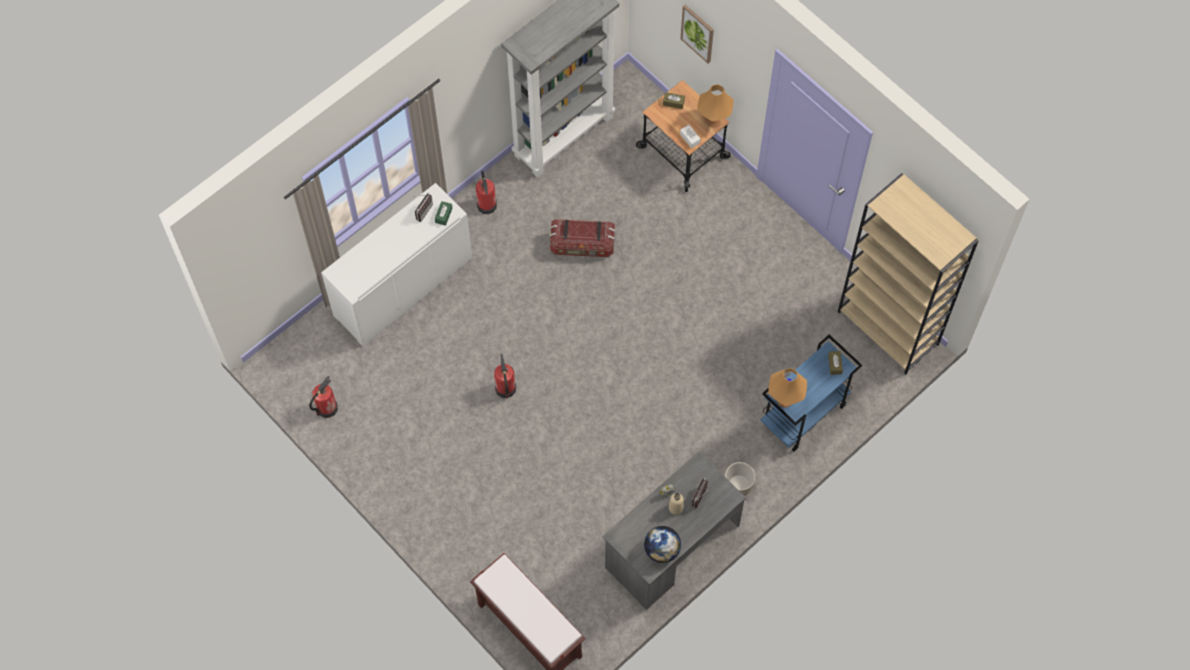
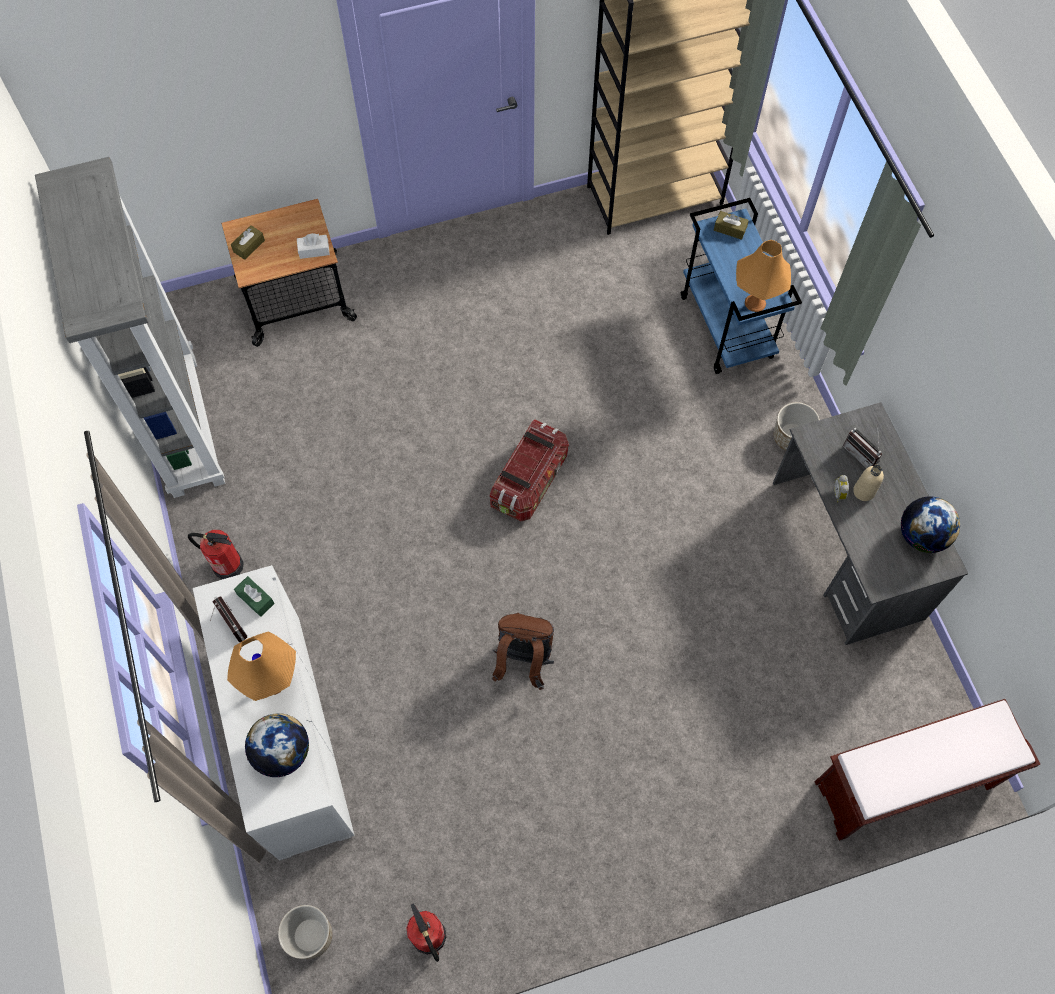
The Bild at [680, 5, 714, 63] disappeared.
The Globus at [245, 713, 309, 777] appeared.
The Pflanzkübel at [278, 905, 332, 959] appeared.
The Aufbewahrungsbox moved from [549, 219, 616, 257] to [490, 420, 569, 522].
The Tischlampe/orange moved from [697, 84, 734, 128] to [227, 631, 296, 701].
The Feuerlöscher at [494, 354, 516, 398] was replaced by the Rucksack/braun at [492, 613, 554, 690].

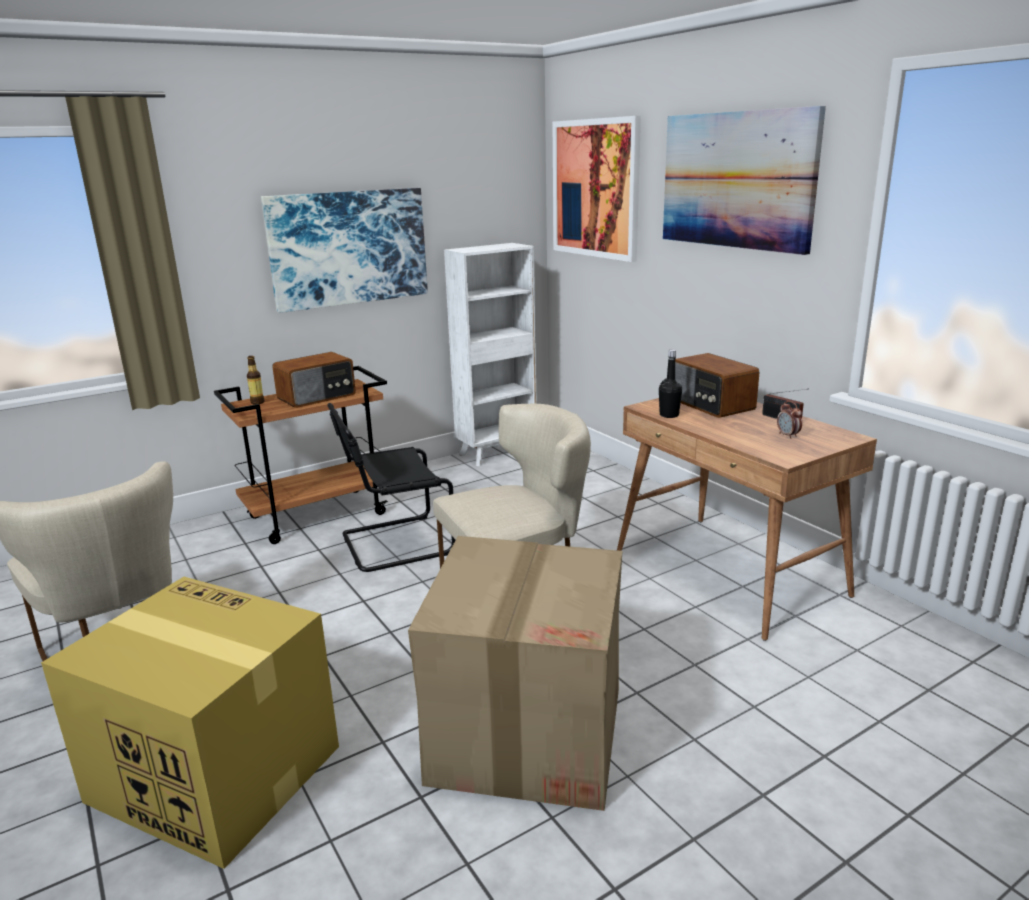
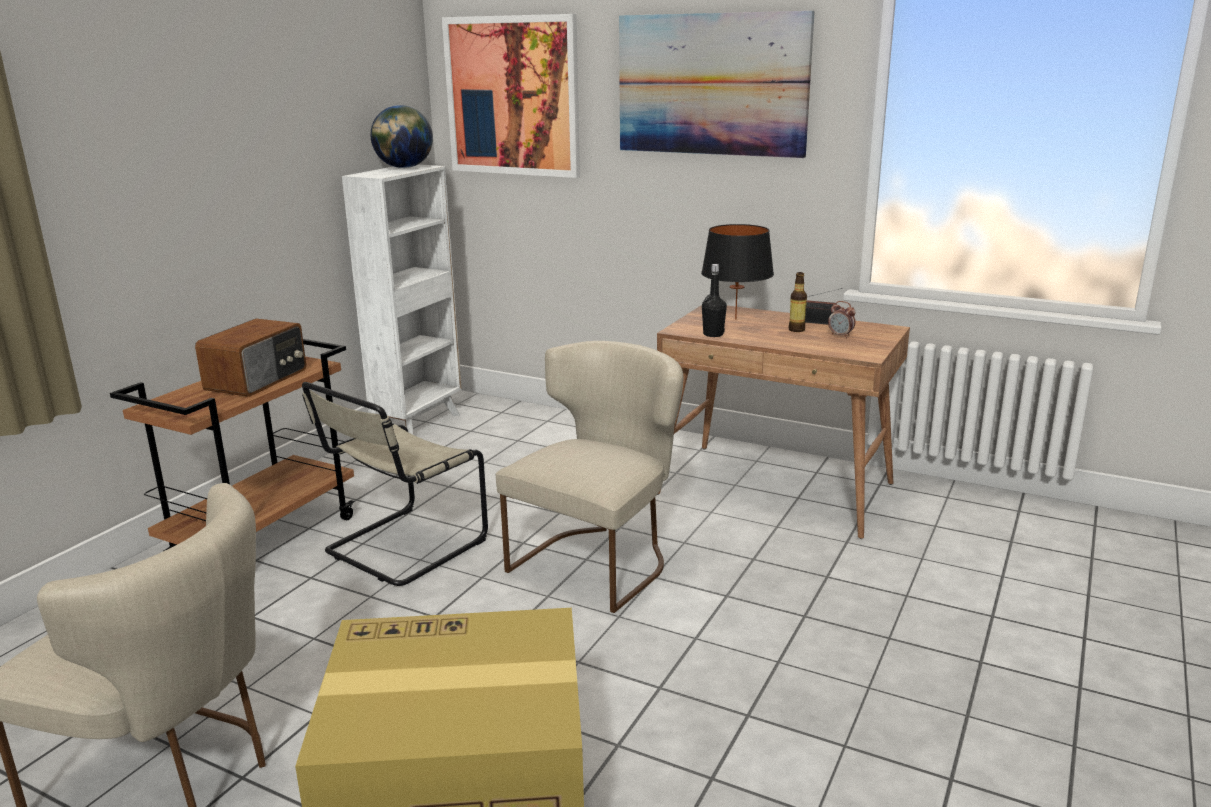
The Bild at [261, 188, 428, 313] disappeared.
The Karton at [408, 536, 622, 811] disappeared.
The Globus at [371, 105, 433, 168] appeared.
The Flasche moved from [247, 356, 265, 405] to [789, 272, 807, 332].
The Radio at [675, 353, 760, 418] was replaced by the Tischlampe/schwarz at [701, 224, 774, 320].
The Stuhl/schwarz at [327, 403, 455, 572] became the Stuhl/beige at [302, 382, 488, 586].

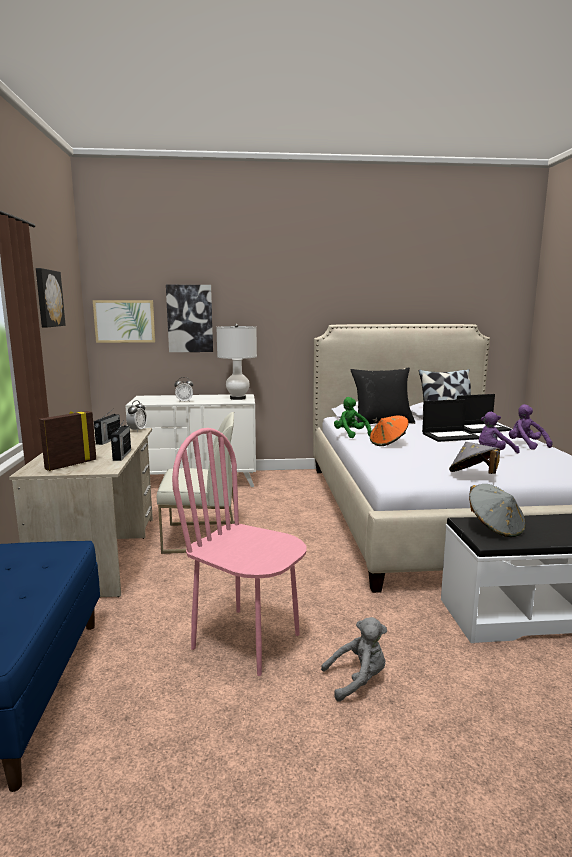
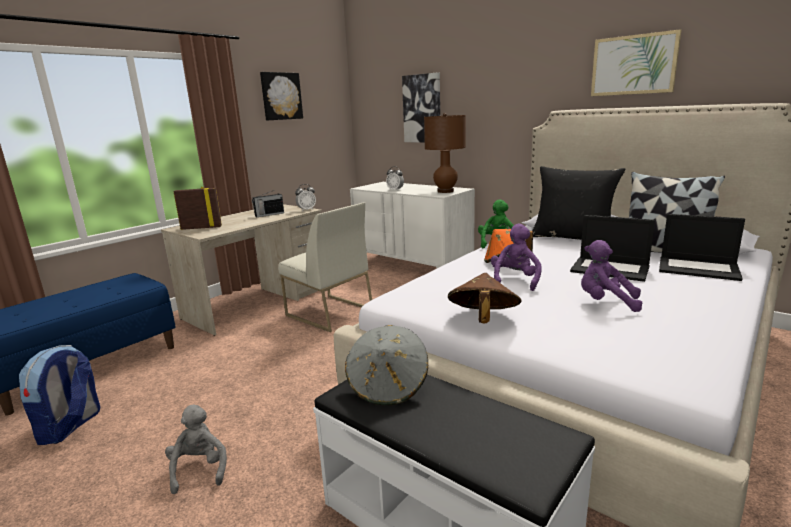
The Radio at [111, 422, 131, 461] disappeared.
The Stuhl/rosa at [172, 428, 307, 676] disappeared.
The Rucksack at [19, 345, 101, 445] appeared.
The Bild moved from [93, 300, 155, 343] to [591, 29, 681, 96].
The Plüschtier/lila moved from [509, 404, 553, 450] to [491, 223, 542, 291].
The Tischlampe/weiß at [216, 324, 257, 400] became the Tischlampe/braun at [424, 113, 466, 193].
The Hut/grau at [449, 442, 500, 474] became the Hut/braun at [448, 273, 522, 324].
The Plüschtier/grau at [321, 617, 387, 702] turned 135 degrees counterclockwise.

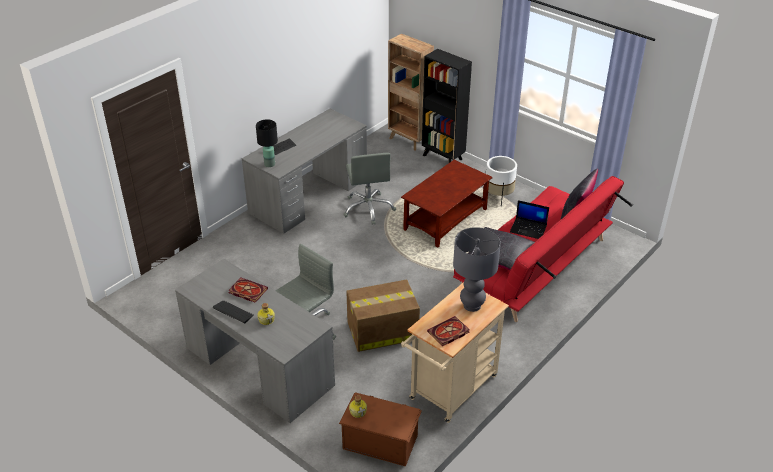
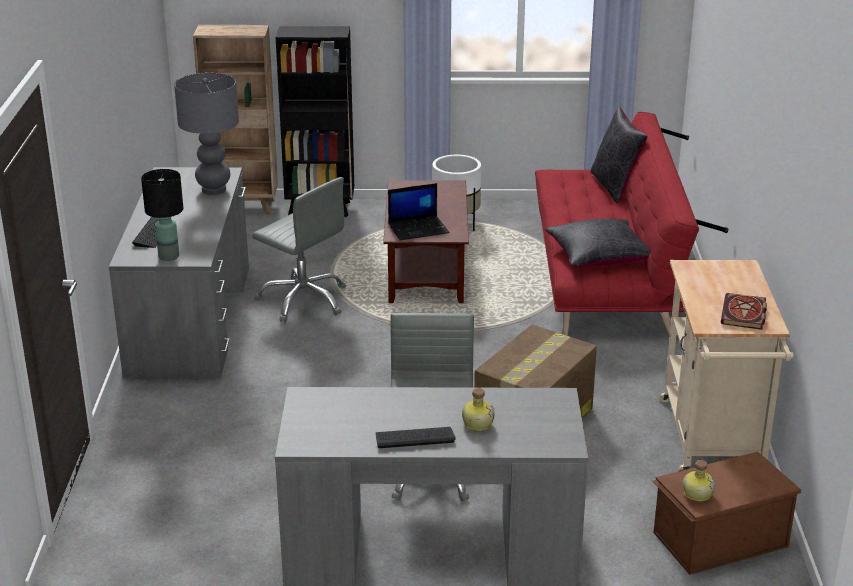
The Buch at [228, 278, 268, 303] disappeared.
The Tischlampe/grau moved from [453, 227, 501, 312] to [174, 73, 239, 195].
The Laptop moved from [510, 200, 549, 239] to [388, 183, 449, 240].

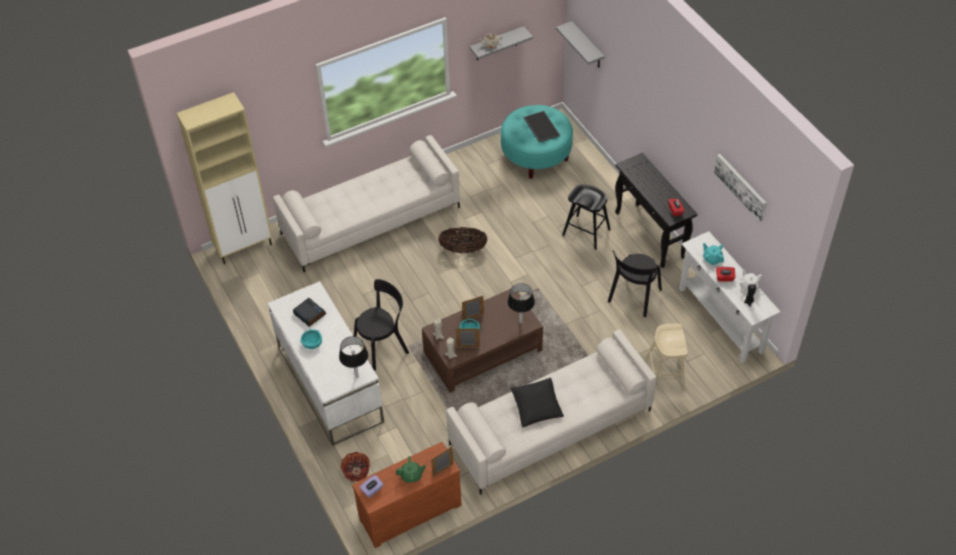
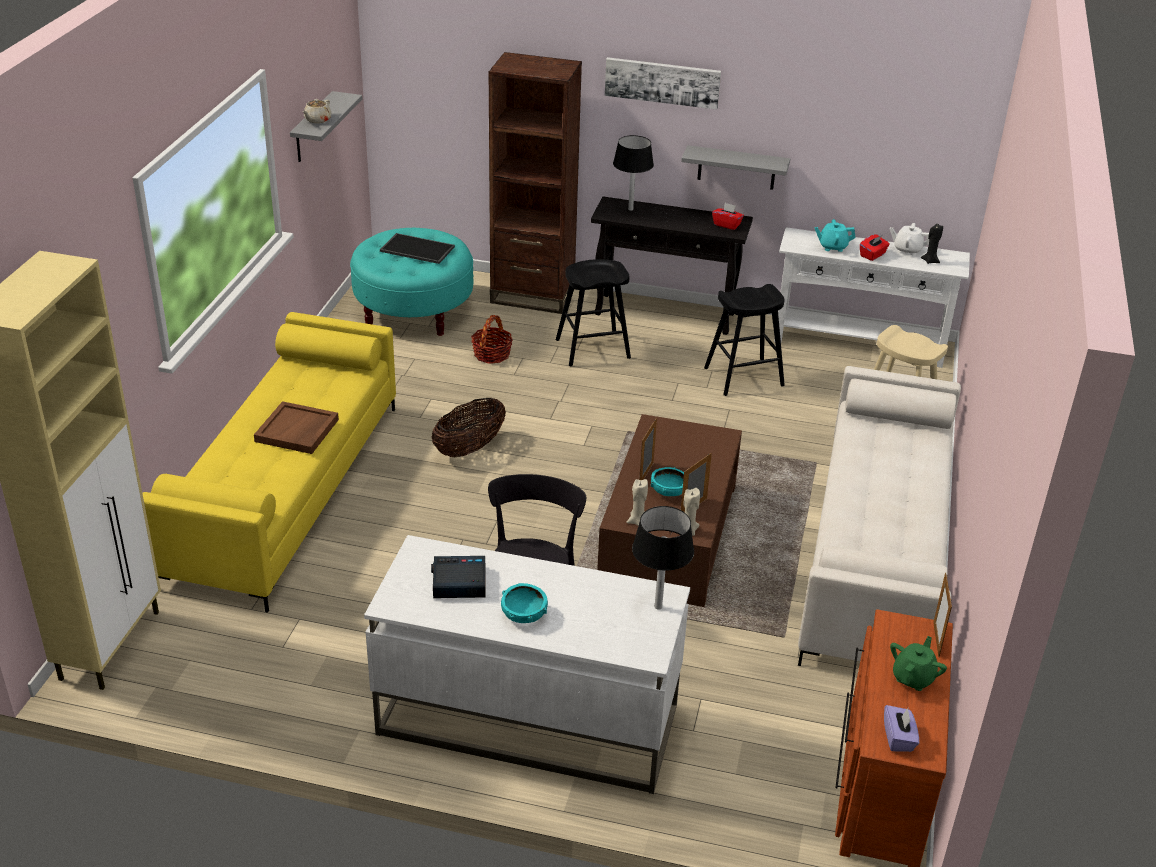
The Kissen/schwarz at [510, 378, 564, 428] disappeared.
The Tablett/braun at [254, 401, 339, 454] appeared.
The Bücherregal/braun at [489, 52, 582, 314] appeared.
The Korb moved from [340, 452, 370, 481] to [471, 315, 513, 364].
The Tischlampe/schwarz moved from [508, 283, 535, 324] to [613, 135, 654, 211].
The Wandregal/grau moved from [556, 21, 605, 68] to [681, 145, 790, 190].
The Bild moved from [714, 154, 766, 221] to [605, 57, 721, 110].
The Stuhl/schwarz at [608, 250, 662, 317] was replaced by the Hocker/schwarz at [704, 284, 785, 396].
The Sofa/weiß at [273, 135, 460, 272] became the Sofa/gelb at [142, 312, 396, 613].

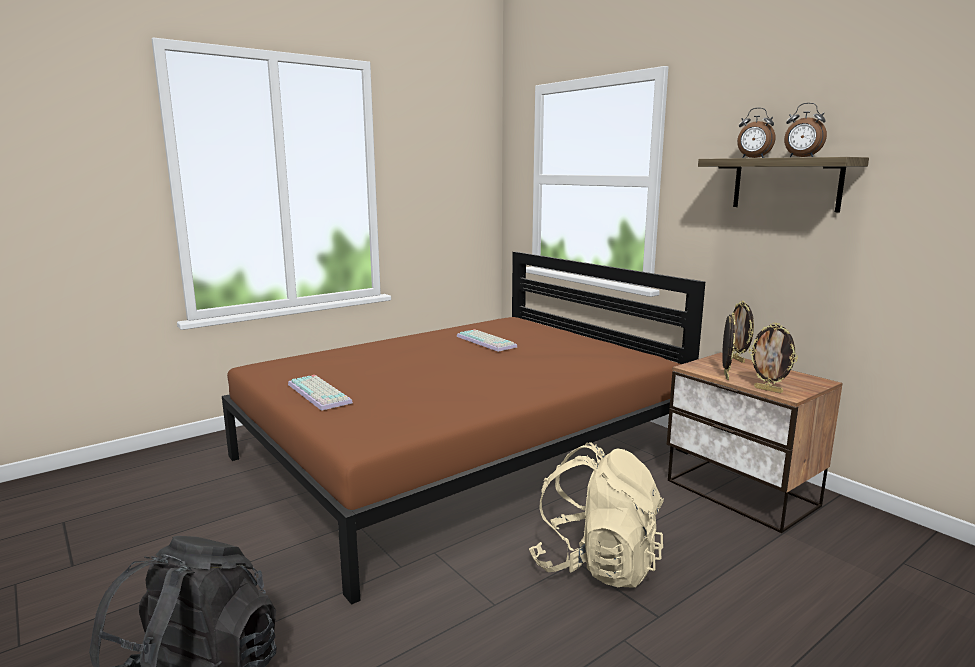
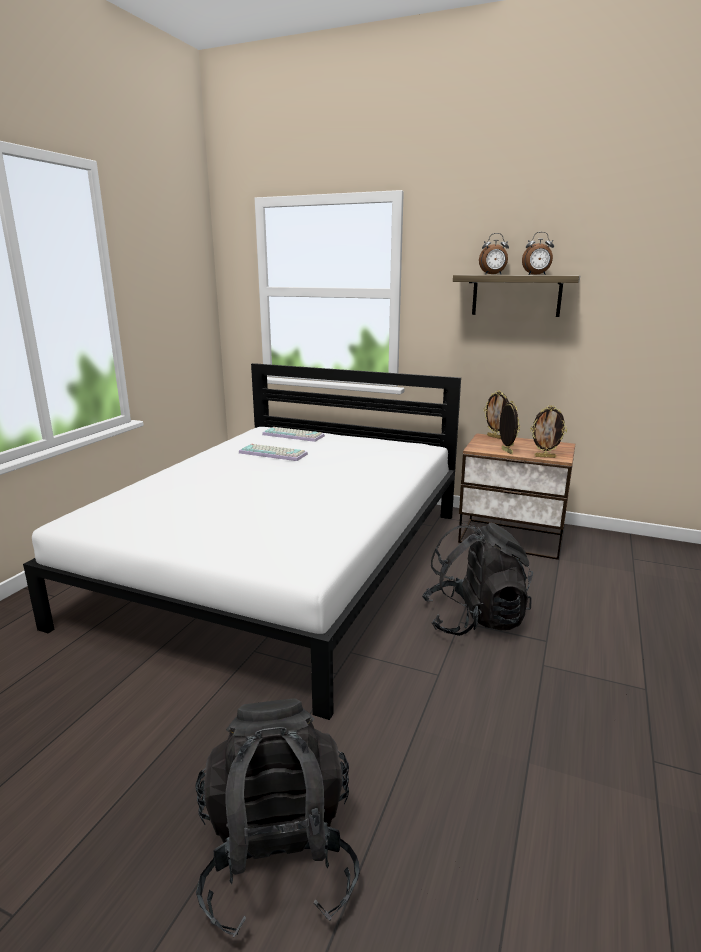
The Tastatur moved from [288, 375, 353, 411] to [262, 427, 325, 442].
The Bett/braun at [222, 251, 705, 605] became the Bett/weiß at [23, 363, 461, 720].
The Rucksack/beige at [529, 442, 664, 588] became the Rucksack/schwarz at [422, 523, 533, 636].

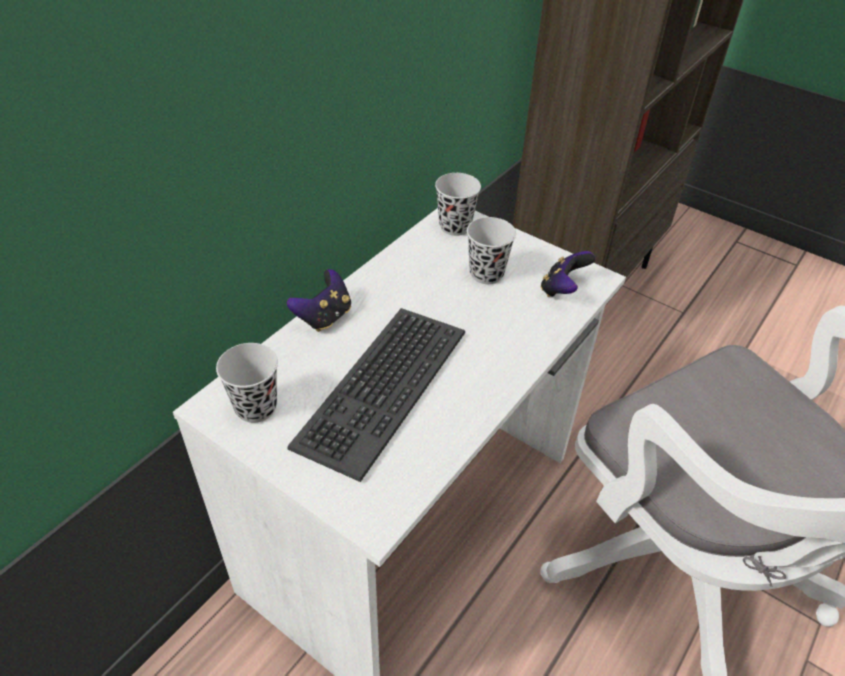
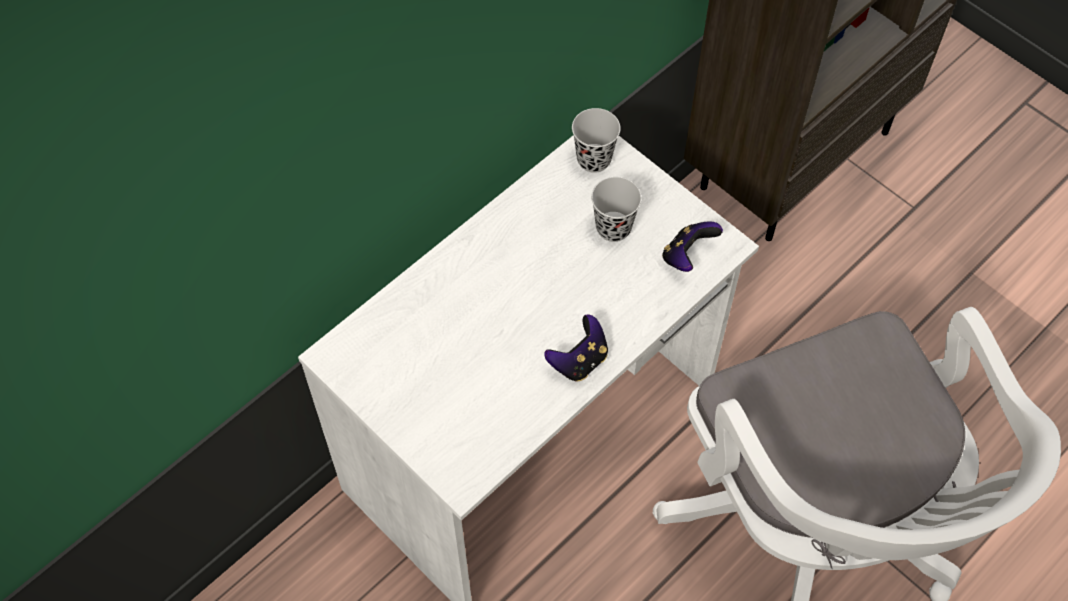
The Tasse/schwarz at [216, 343, 278, 423] disappeared.
The Tastatur at [287, 308, 465, 482] disappeared.
The Gamepad moved from [287, 269, 351, 332] to [544, 314, 608, 382].

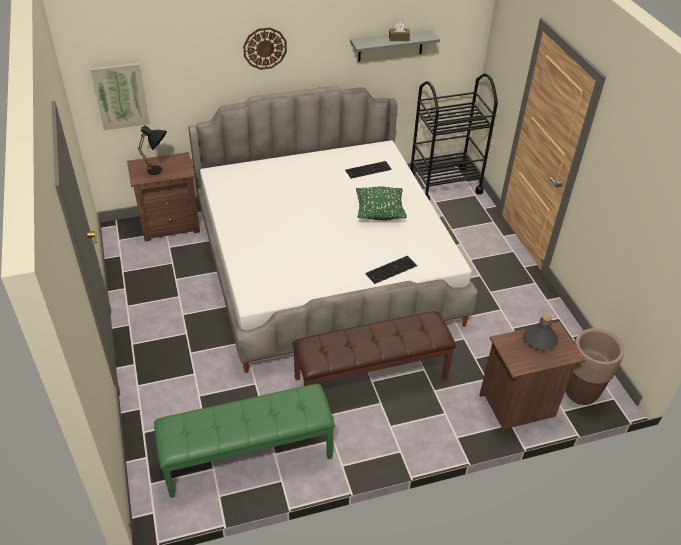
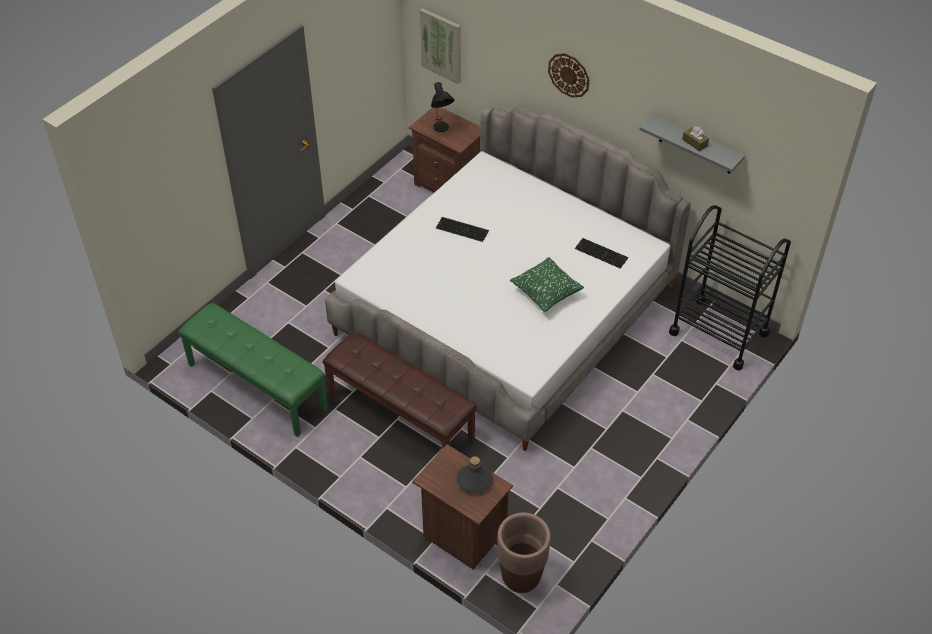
The Tastatur moved from [365, 256, 417, 284] to [436, 217, 489, 242].

